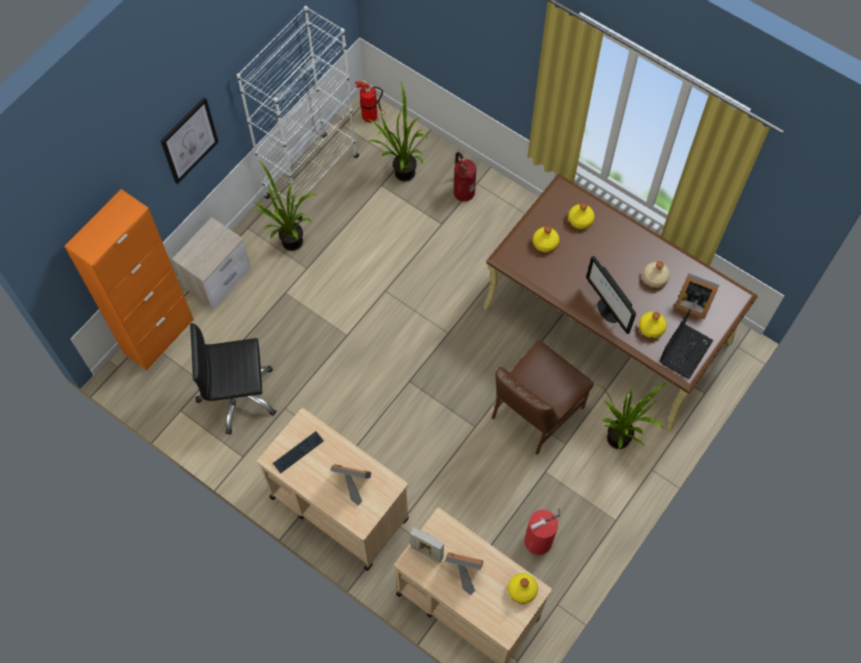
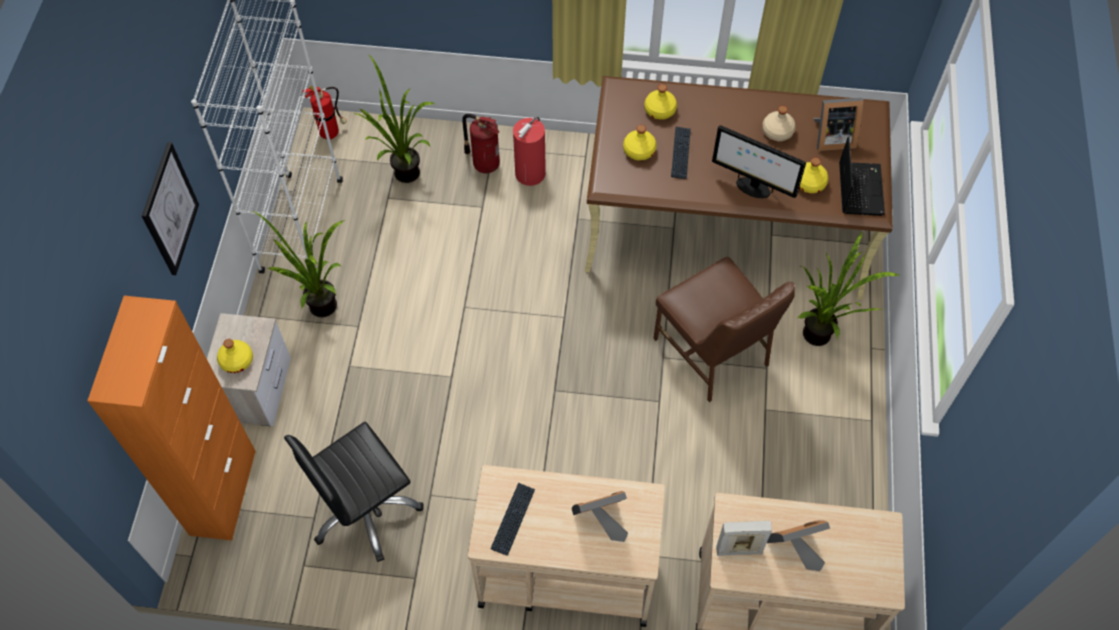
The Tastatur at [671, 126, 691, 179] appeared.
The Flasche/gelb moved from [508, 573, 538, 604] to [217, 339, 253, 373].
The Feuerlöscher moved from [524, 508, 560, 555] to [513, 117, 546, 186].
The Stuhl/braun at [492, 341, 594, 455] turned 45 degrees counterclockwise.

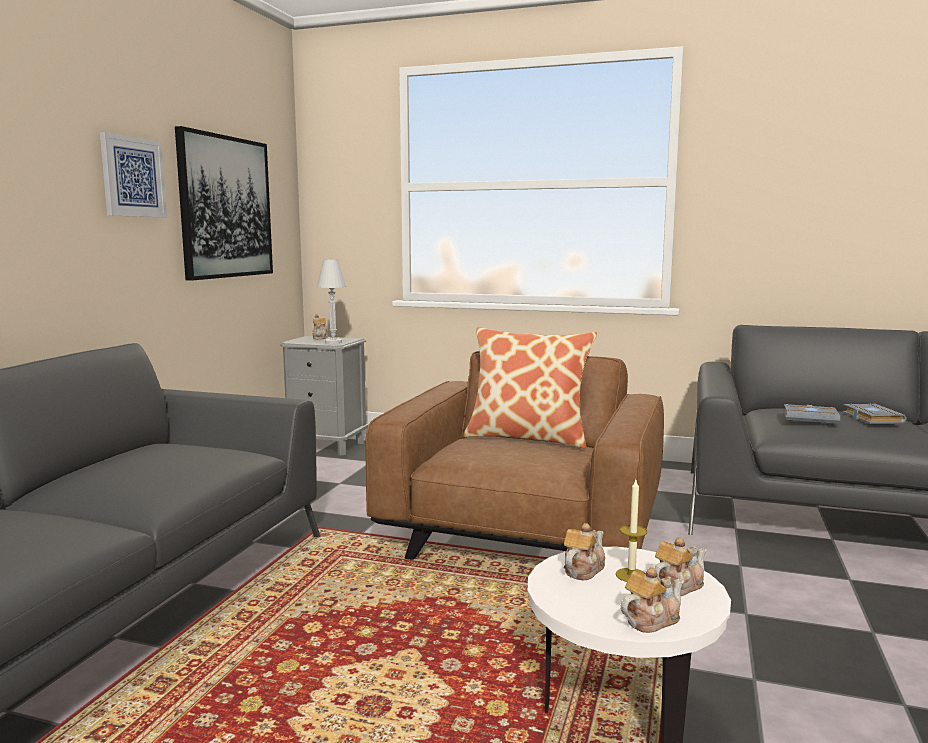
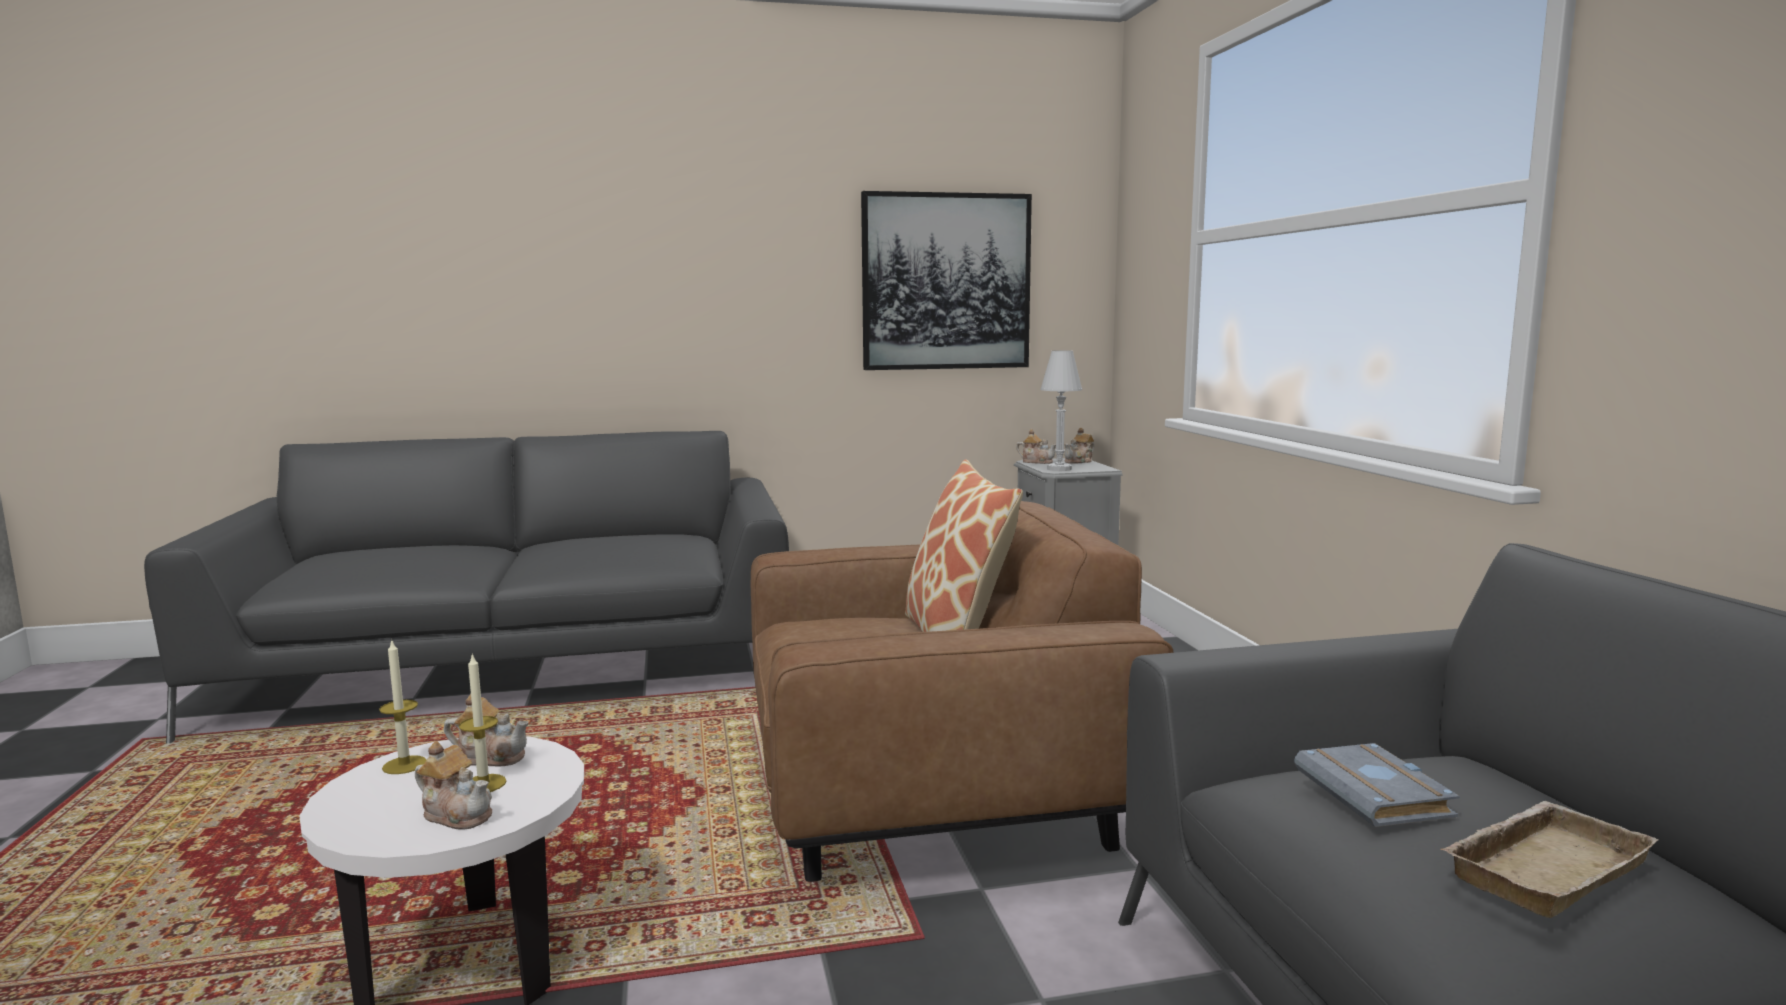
The Bild at [100, 132, 167, 217] disappeared.
The Kerze at [379, 641, 426, 774] appeared.
The Teekanne moved from [621, 567, 684, 633] to [1016, 429, 1056, 464].
The Buch/grau at [843, 403, 907, 424] was replaced by the Tablett/beige at [1441, 801, 1659, 918].

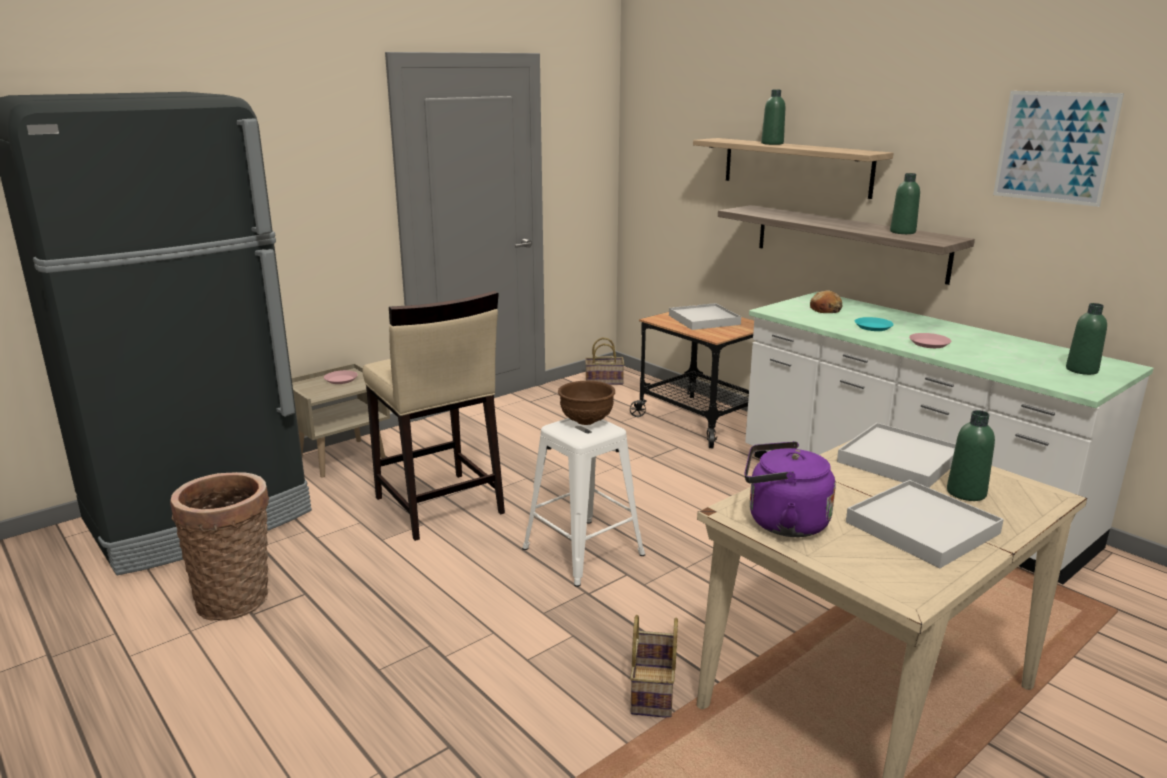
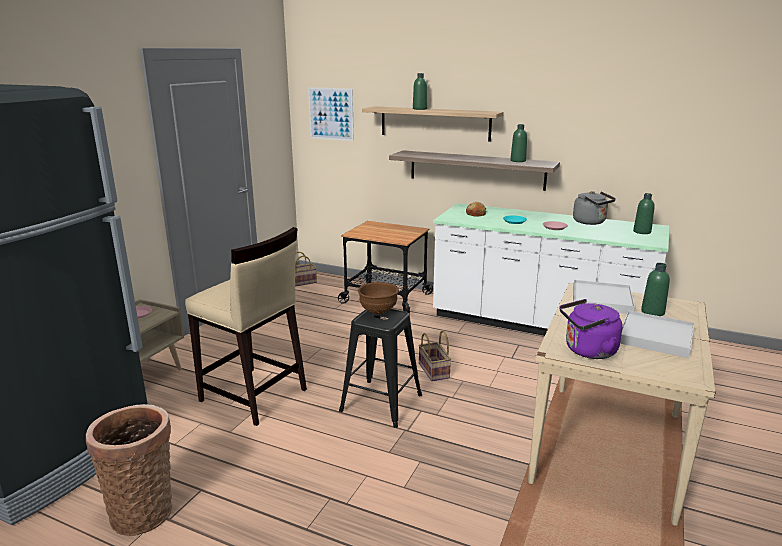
The Tablett/weiß at [669, 303, 741, 330] disappeared.
The Wasserkessel/grau at [573, 191, 616, 225] appeared.
The Korb moved from [630, 615, 678, 718] to [418, 330, 451, 381].
The Bild moved from [993, 91, 1124, 207] to [308, 87, 354, 141].
The Hocker/weiß at [522, 418, 645, 587] became the Hocker/schwarz at [339, 309, 422, 428].

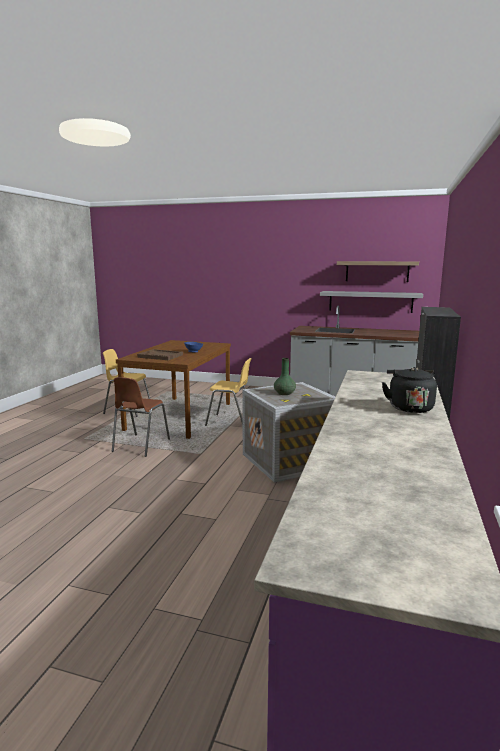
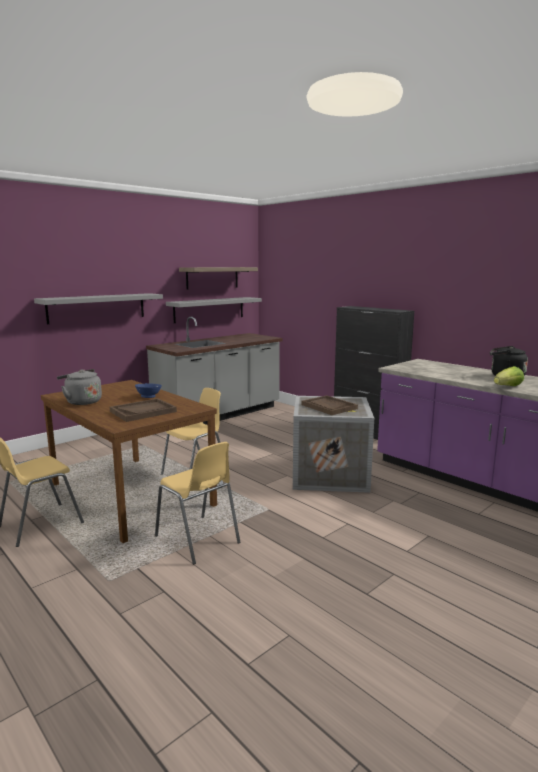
The Wandregal/grau at [34, 293, 163, 324] appeared.
The Wasserkessel/grau at [57, 369, 102, 405] appeared.
The Salatkopf at [494, 366, 524, 386] appeared.
The Vase/grün at [274, 358, 296, 395] was replaced by the Tablett/braun at [301, 395, 358, 415].
The Stuhl/braun at [112, 377, 170, 457] became the Stuhl/gelb at [155, 442, 240, 565].

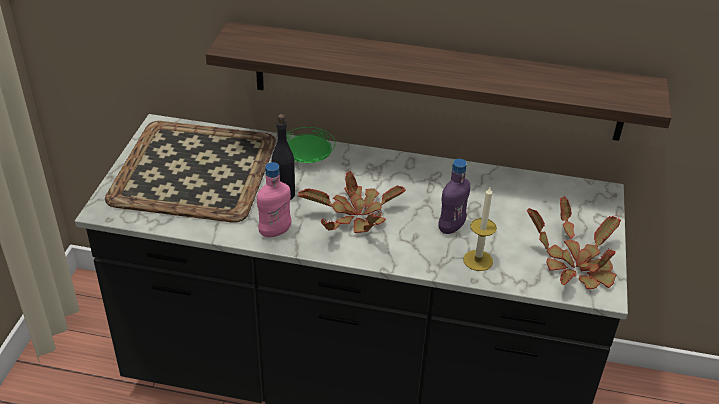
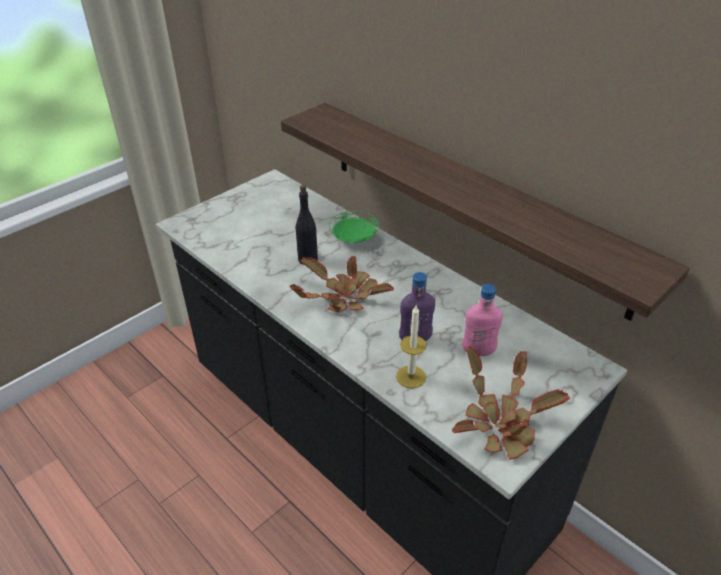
The Tablett at [105, 121, 276, 222] disappeared.
The Flasche/rosa moved from [257, 162, 291, 238] to [462, 284, 503, 356].

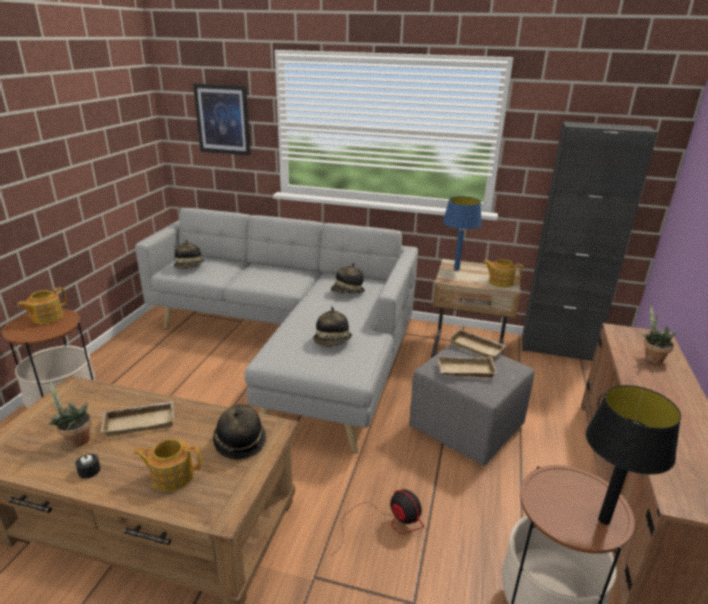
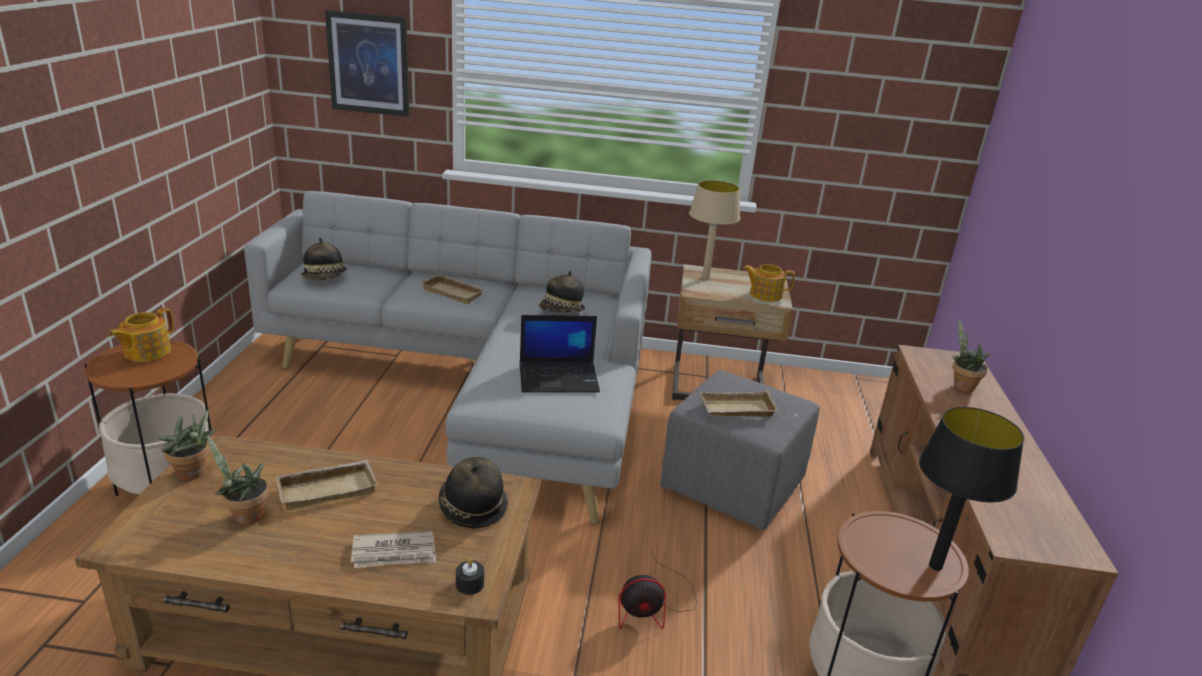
The Schrank/schwarz at [522, 121, 658, 361] disappeared.
The Topfpflanze at [159, 410, 216, 480] appeared.
The Kerze/schwarz moved from [76, 452, 101, 479] to [456, 558, 484, 595].
The Tablett/beige moved from [449, 329, 506, 360] to [421, 274, 486, 304].
The Teekanne at [133, 439, 202, 492] was replaced by the Zeitung at [351, 531, 436, 568].
The Hut at [313, 307, 352, 347] was replaced by the Laptop at [520, 315, 600, 393].
The Tischlampe/blau at [443, 196, 482, 270] became the Tischlampe/beige at [689, 180, 740, 280].
The Ventilator at [332, 489, 424, 555] turned 135 degrees clockwise.

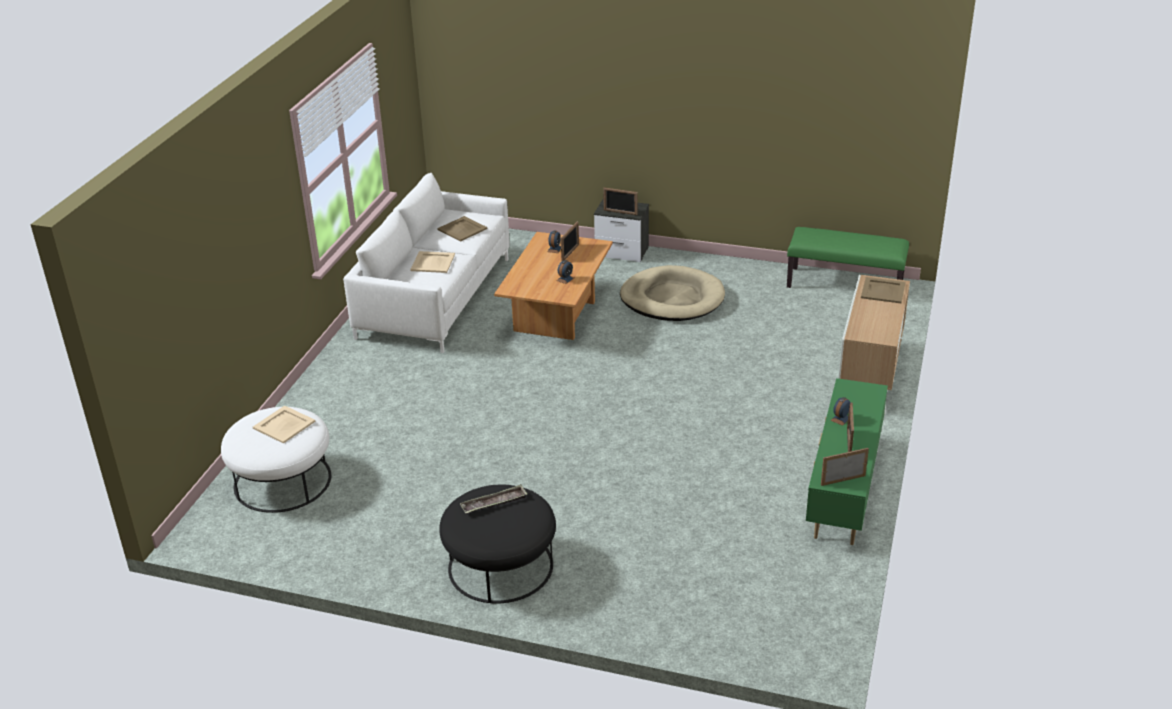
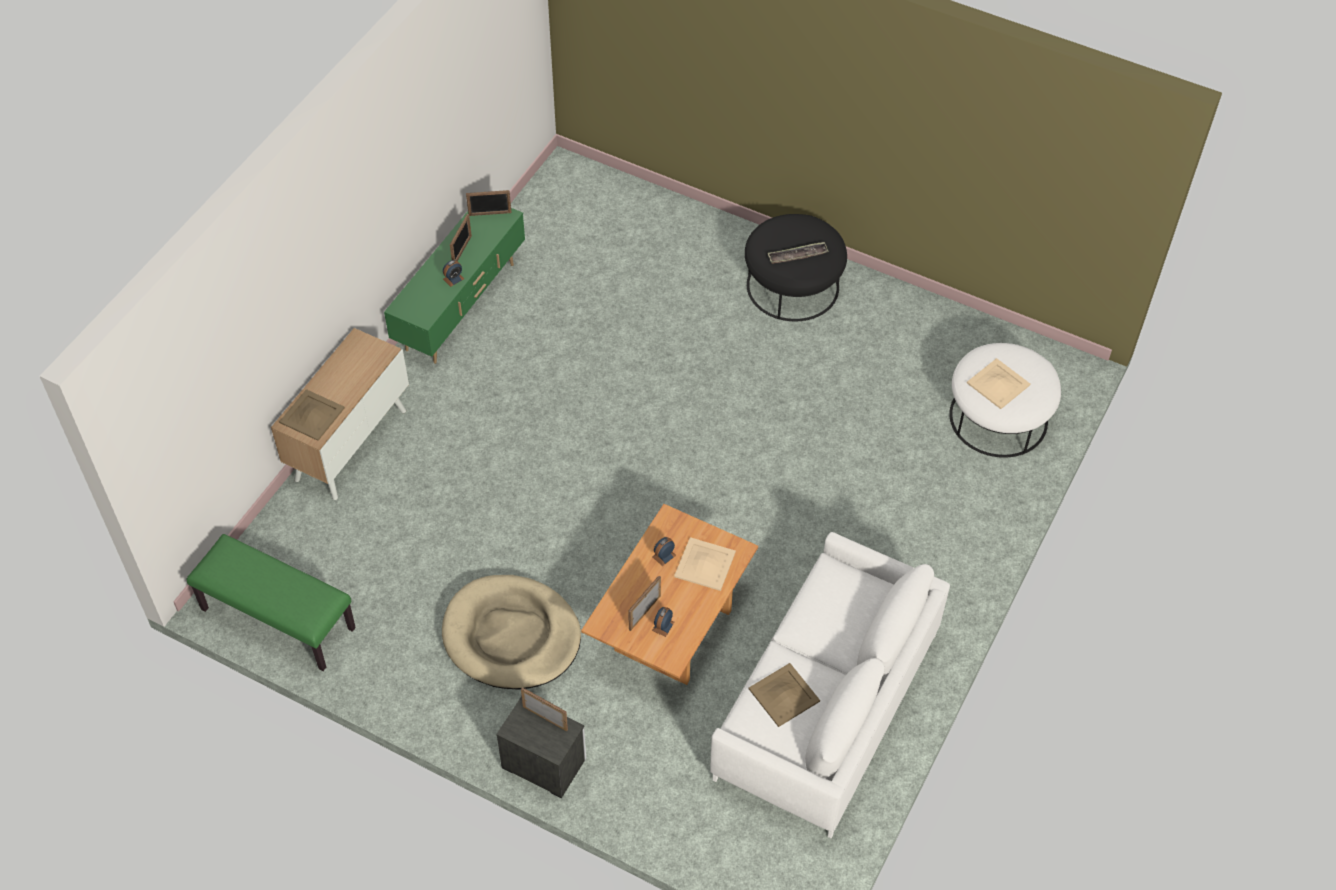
The Tablett/beige moved from [410, 251, 455, 273] to [674, 537, 736, 591].

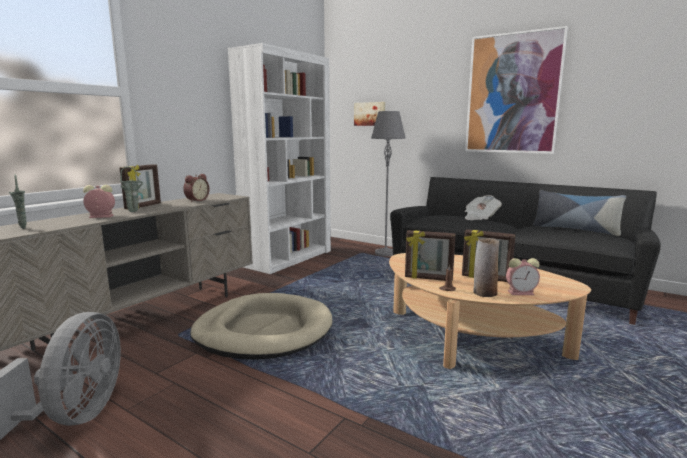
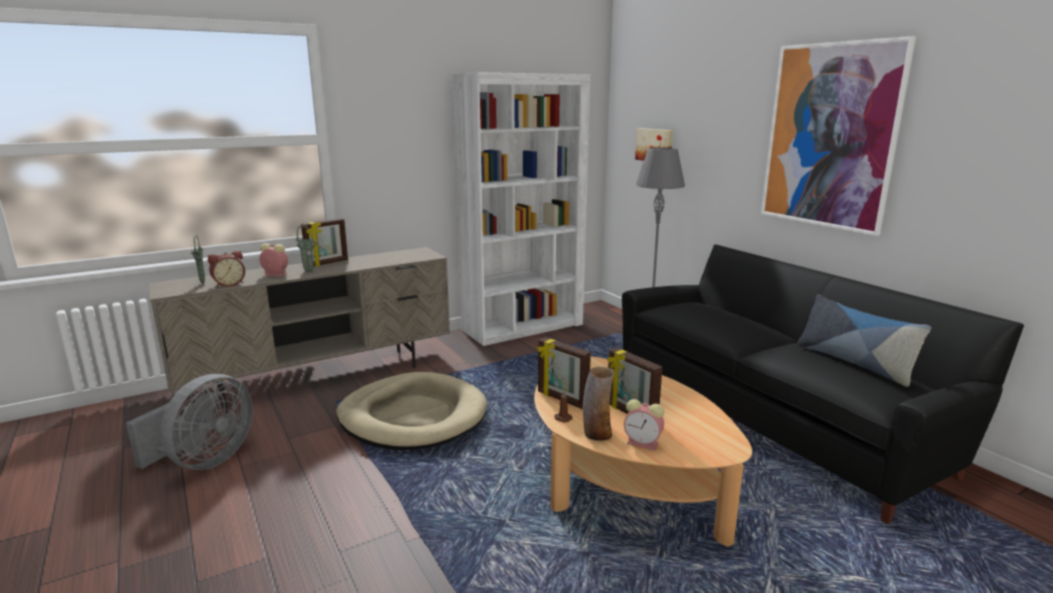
The Zeitung at [465, 195, 502, 220] disappeared.
The Wecker moved from [183, 174, 209, 202] to [208, 251, 245, 287].

